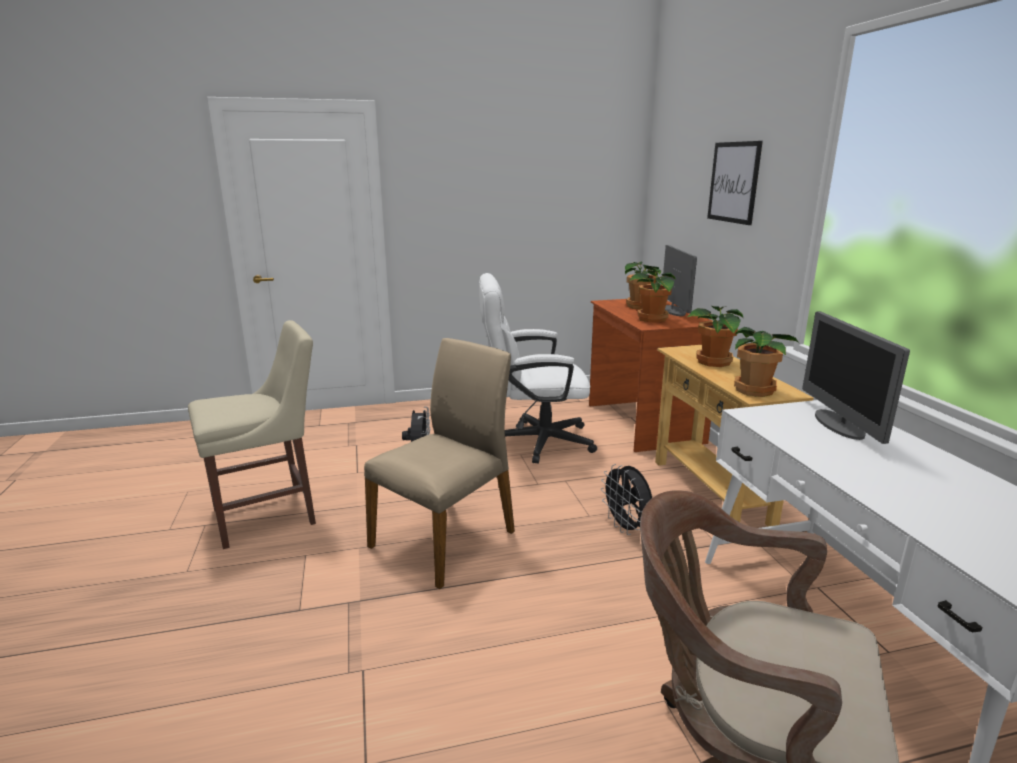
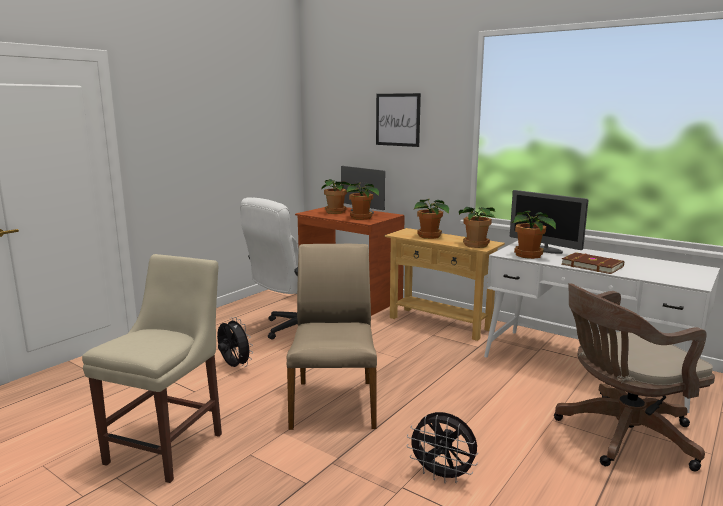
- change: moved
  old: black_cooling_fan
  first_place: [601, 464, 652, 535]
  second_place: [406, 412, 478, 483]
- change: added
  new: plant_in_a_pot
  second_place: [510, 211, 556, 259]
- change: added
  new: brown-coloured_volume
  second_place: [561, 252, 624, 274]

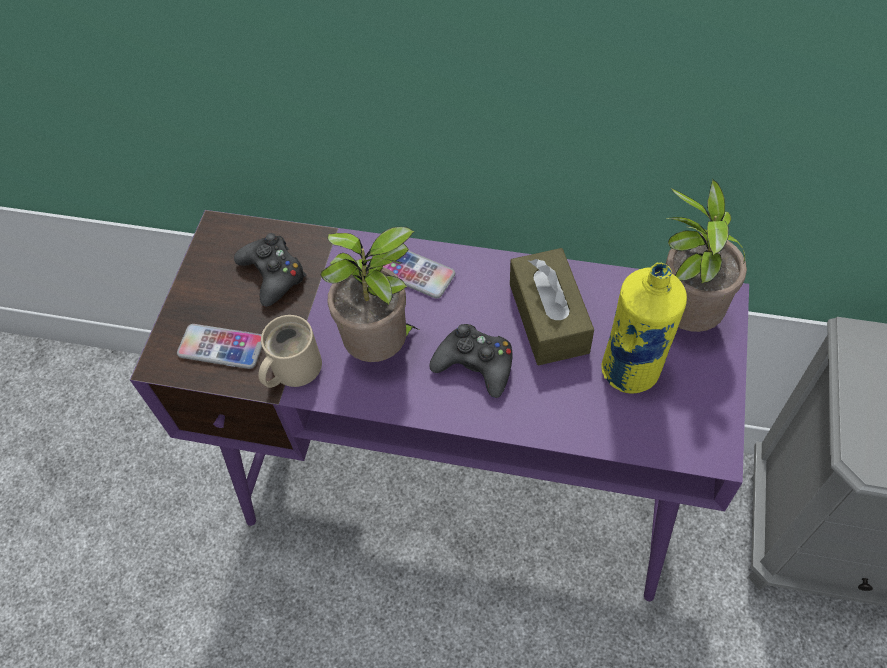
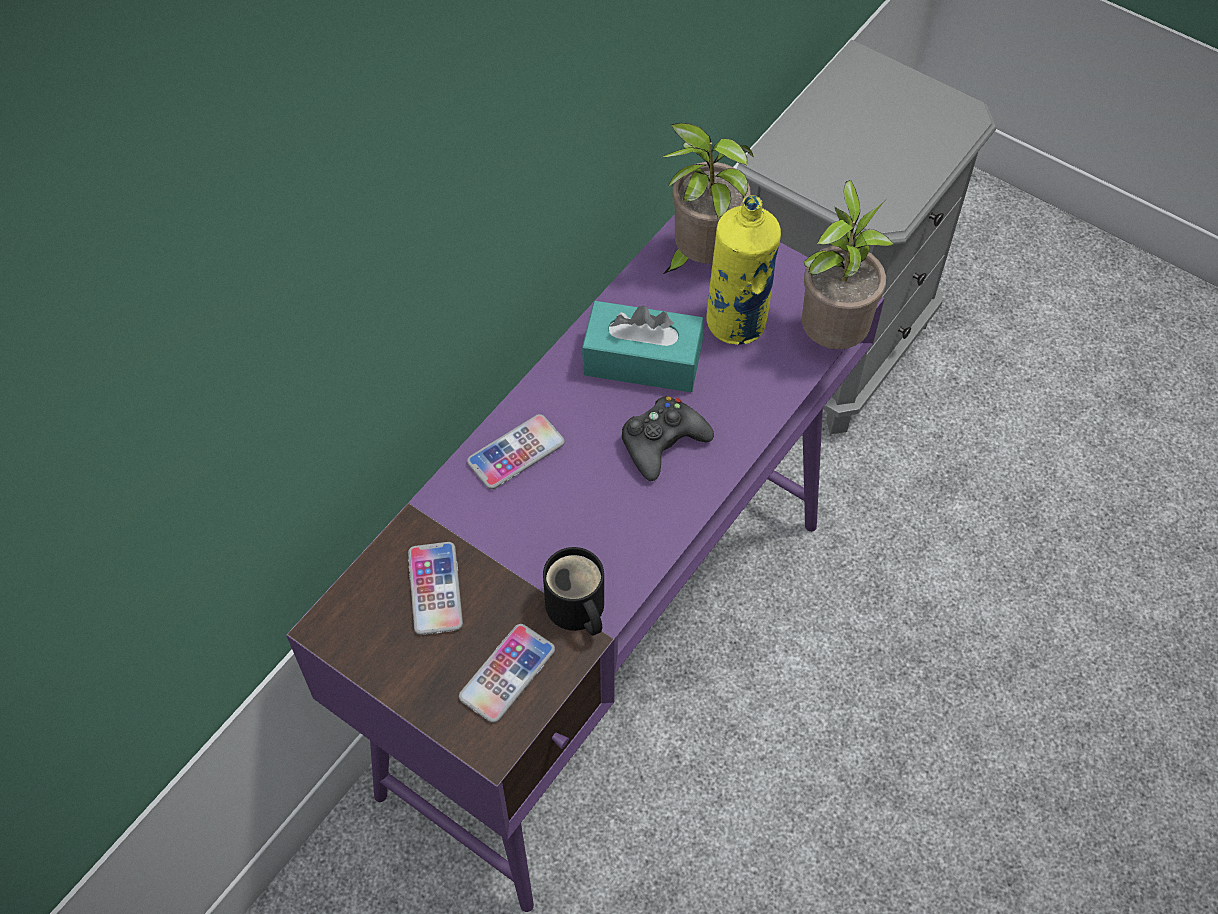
- change: replaced
  old: black_joypad
  new: phone
  first_place: [234, 233, 307, 307]
  second_place: [408, 542, 463, 635]
- change: recoloured
  old: sand-coloured_coffee_mug
  new: black_coffee_mug
  first_place: [259, 315, 322, 388]
  second_place: [543, 547, 604, 636]
- change: recoloured
  old: brown-coloured_tissue_holder
  new: turquoise-coloured_tissue_holder
  first_place: [510, 248, 594, 365]
  second_place: [582, 301, 704, 392]
- change: moved
  old: plant_in_a_pot
  first_place: [320, 227, 419, 362]
  second_place: [802, 180, 894, 349]

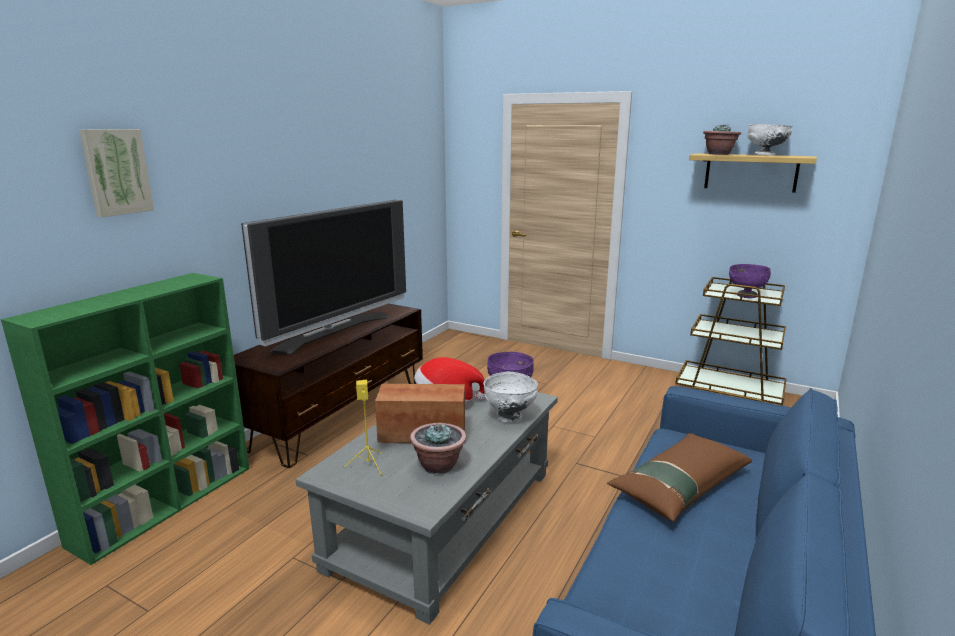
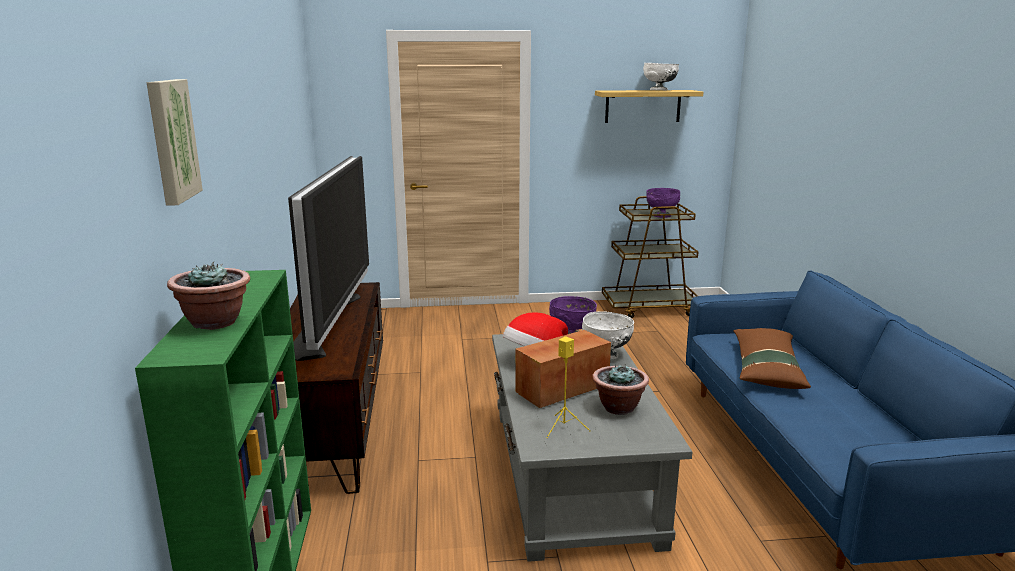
- change: moved
  old: plant_in_a_pot
  first_place: [703, 124, 741, 155]
  second_place: [167, 261, 250, 330]

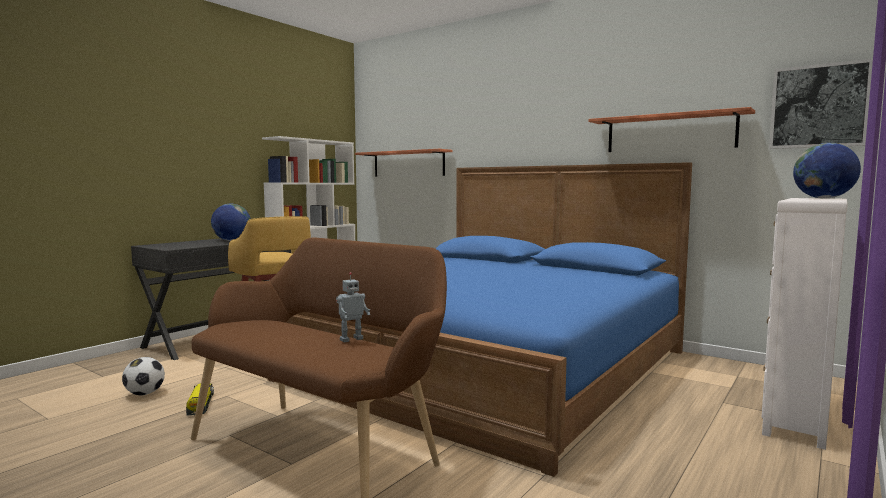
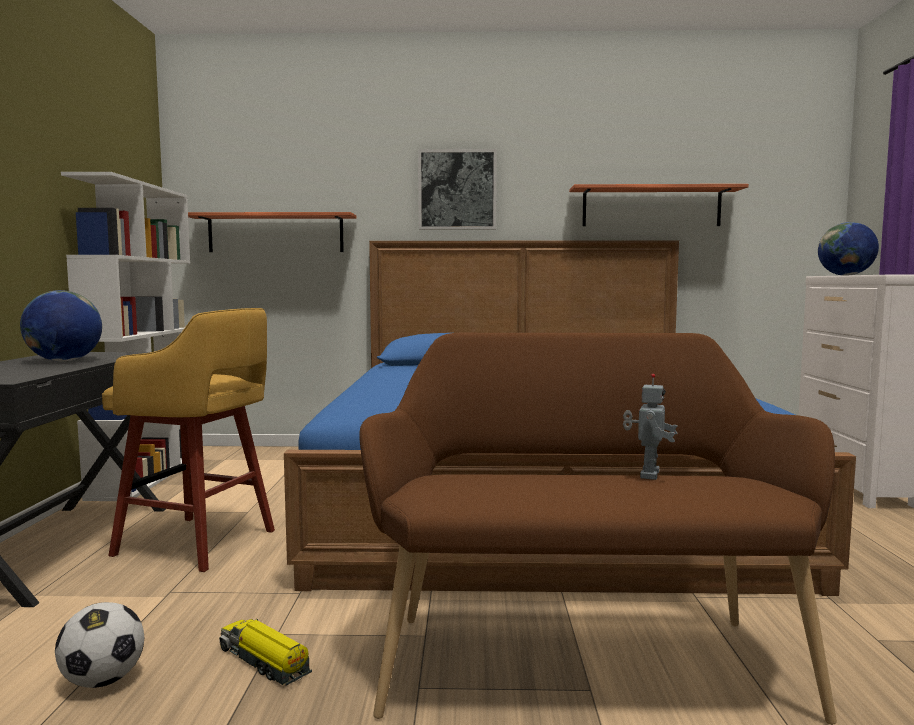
- change: moved
  old: wall_picture
  first_place: [769, 59, 873, 149]
  second_place: [418, 149, 497, 230]

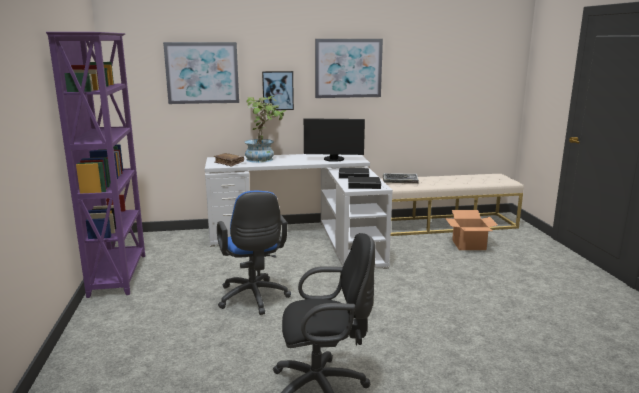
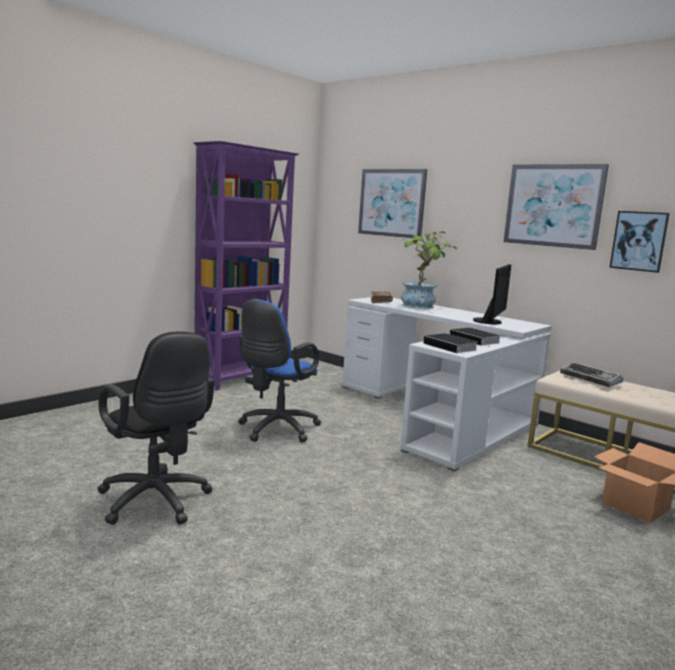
- change: turned
  old: computer_screen
  first_place: [304, 118, 365, 162]
  second_place: [473, 264, 511, 325]
  degrees: -120
- change: moved
  old: wall_picture
  first_place: [262, 71, 294, 110]
  second_place: [609, 211, 670, 273]

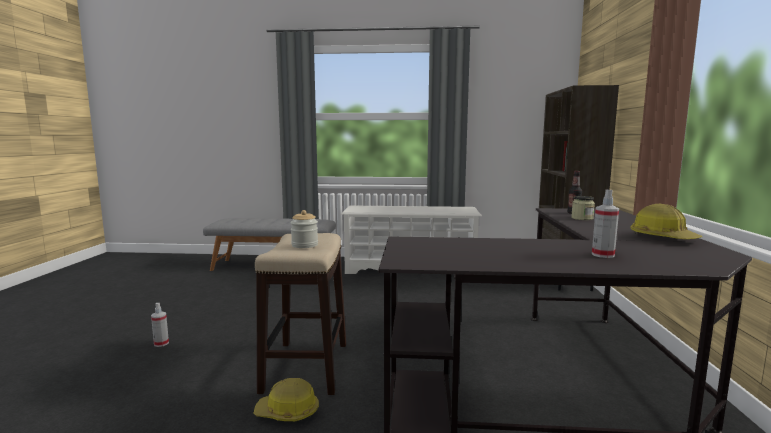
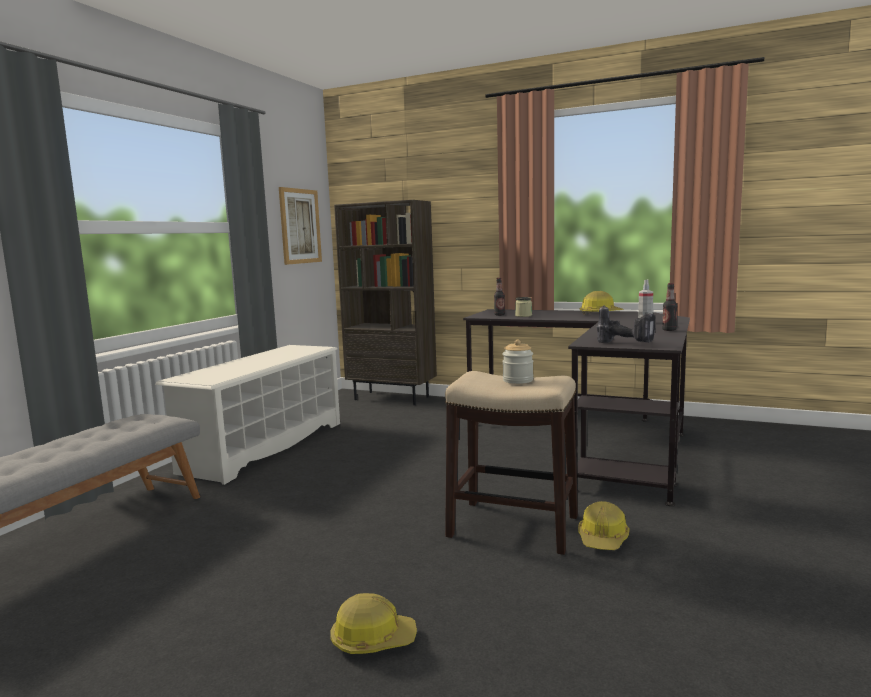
- change: added
  new: wall_picture
  second_place: [279, 187, 322, 265]
- change: replaced
  old: hand_sprayer
  new: hard_hat
  first_place: [151, 303, 169, 347]
  second_place: [330, 593, 417, 654]
- change: added
  new: electric_drill
  second_place: [597, 305, 656, 343]
- change: added
  new: bottle
  second_place: [662, 283, 677, 331]

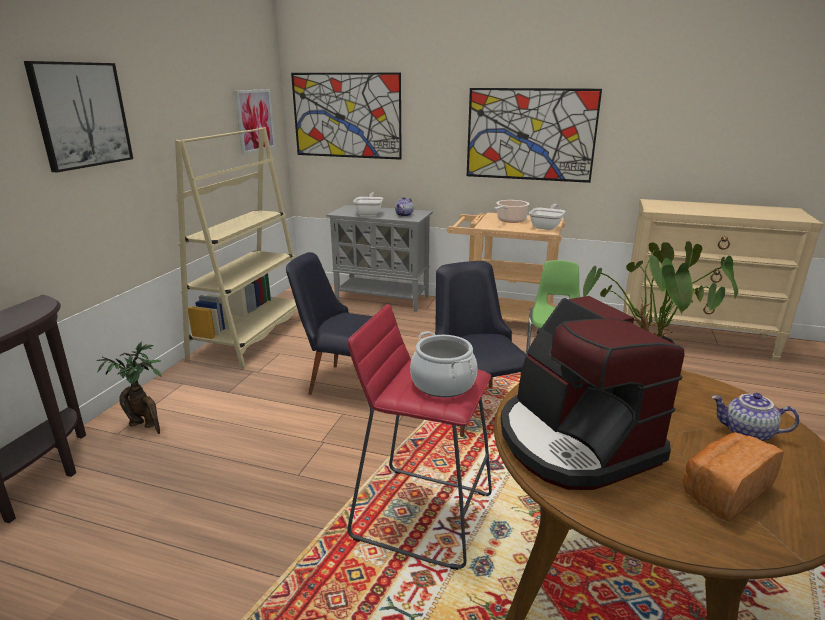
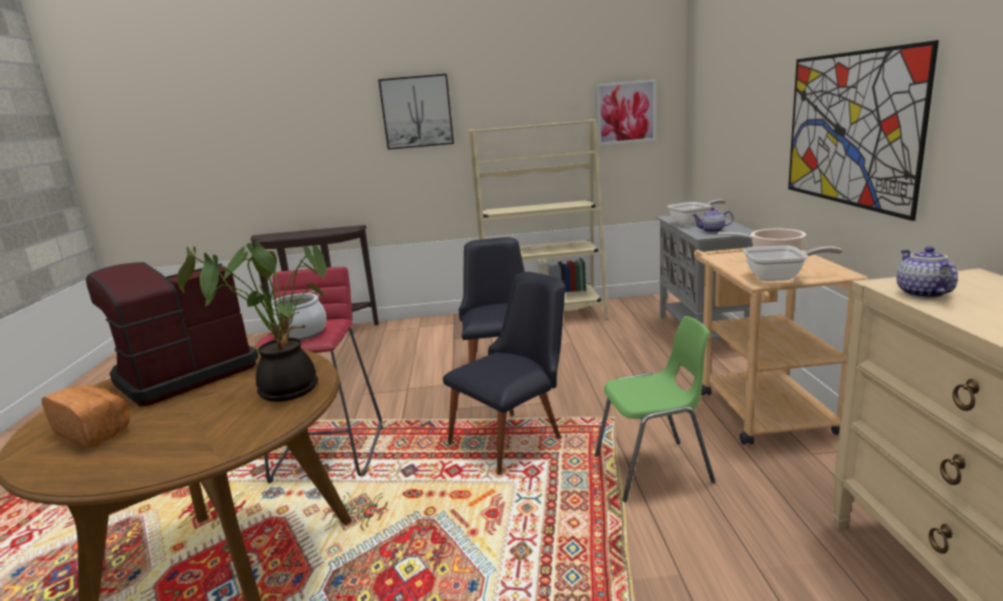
- change: moved
  old: teapot
  first_place: [711, 393, 799, 441]
  second_place: [896, 247, 958, 298]
- change: removed
  old: plant_in_a_pot
  first_place: [96, 341, 161, 434]
- change: removed
  old: wall_picture
  first_place: [291, 73, 402, 160]

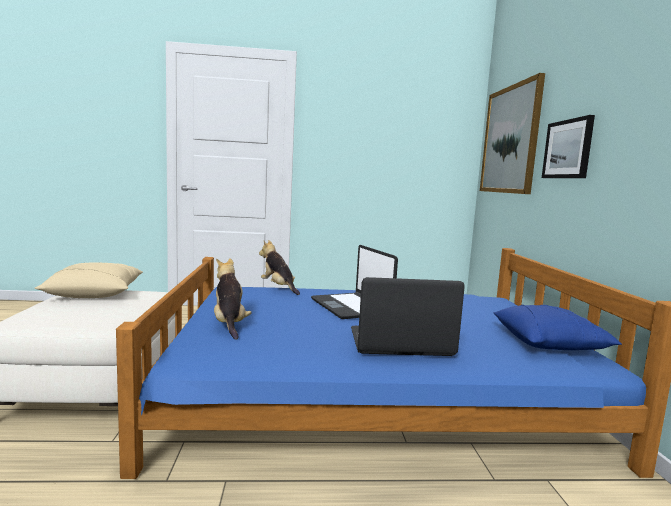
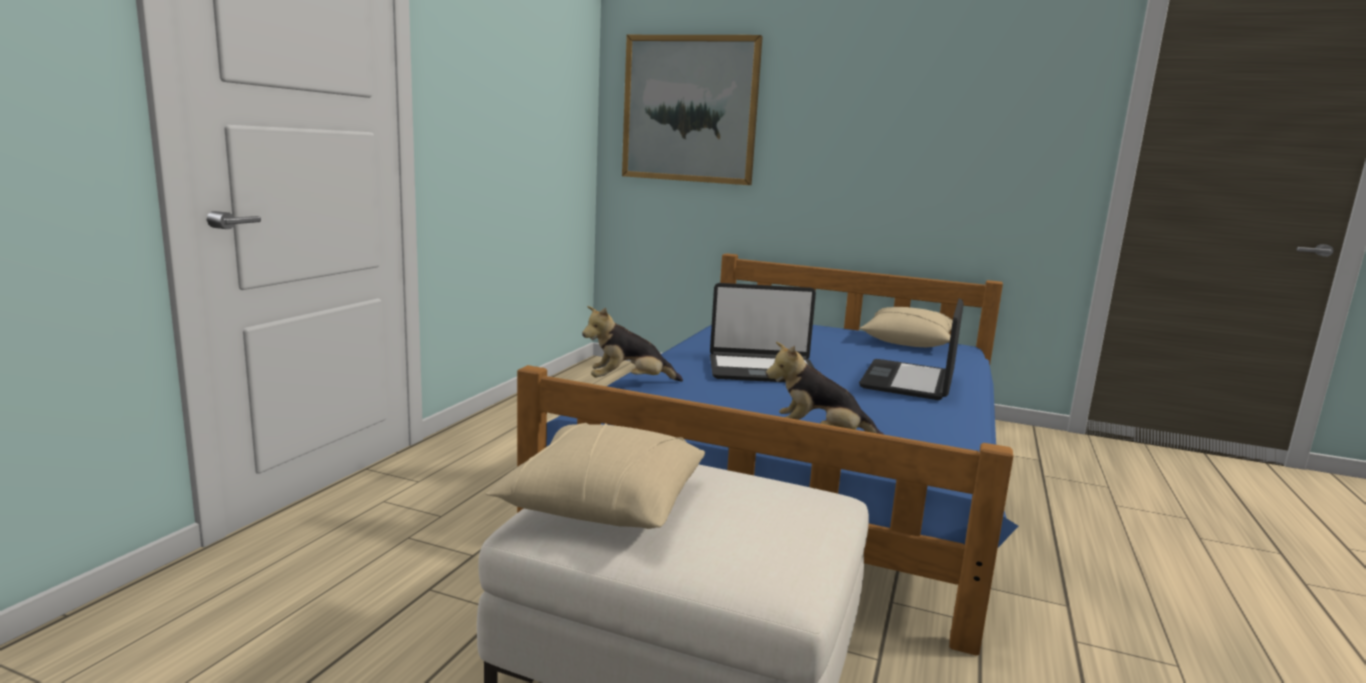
- change: recoloured
  old: bluish_pillow
  new: sand-coloured_pillow
  first_place: [494, 305, 622, 350]
  second_place: [860, 307, 953, 347]
- change: removed
  old: wall_picture
  first_place: [542, 115, 595, 178]

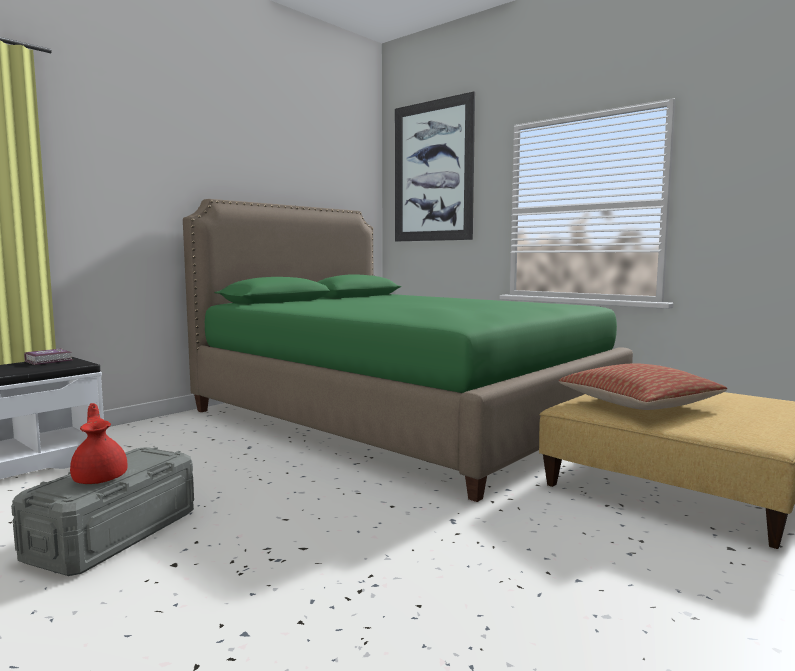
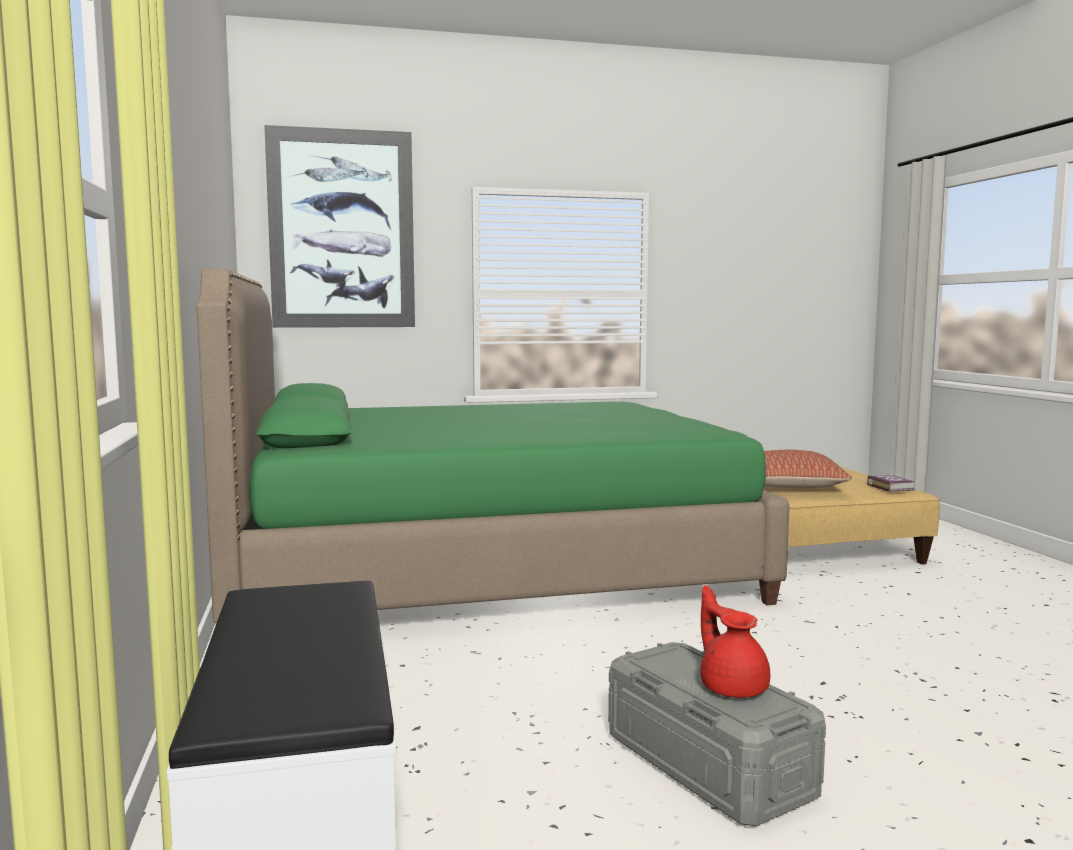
- change: turned
  old: red_teapot
  first_place: [70, 403, 128, 484]
  second_place: [700, 586, 770, 698]
  degrees: 60
- change: moved
  old: volume
  first_place: [24, 348, 73, 365]
  second_place: [867, 475, 915, 492]

